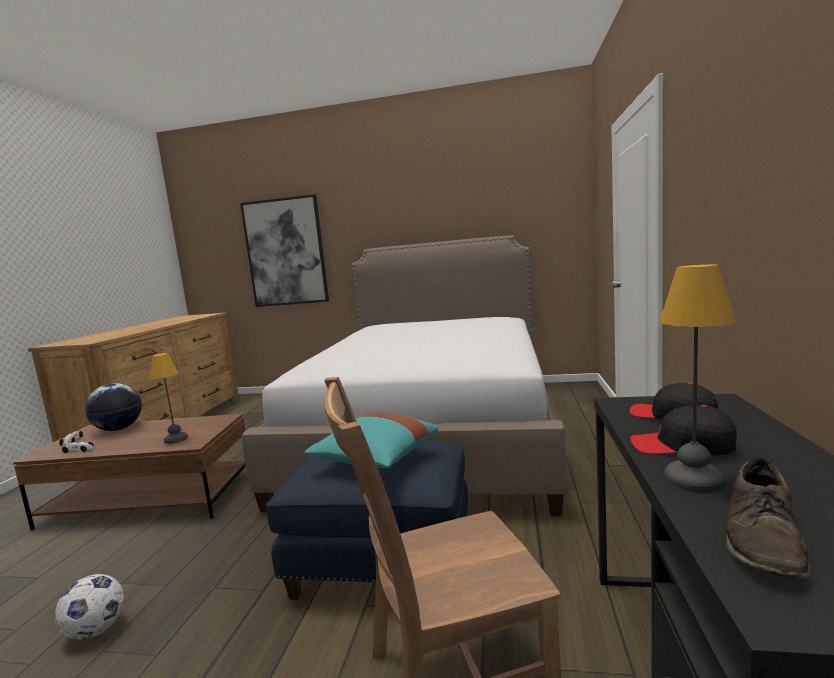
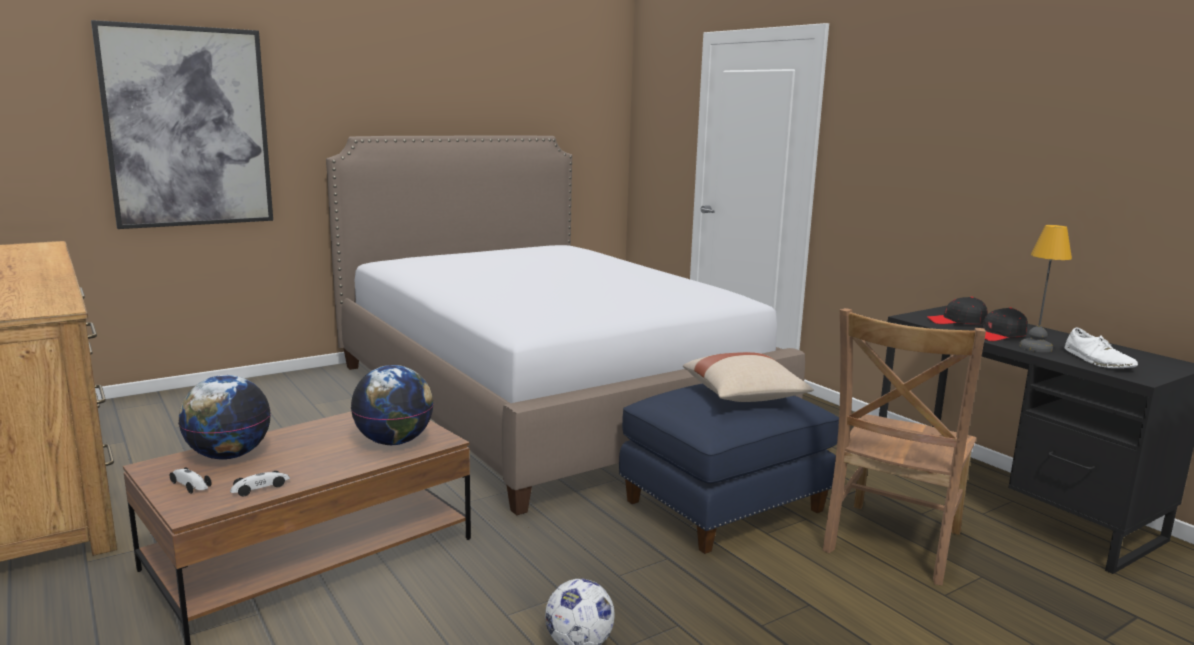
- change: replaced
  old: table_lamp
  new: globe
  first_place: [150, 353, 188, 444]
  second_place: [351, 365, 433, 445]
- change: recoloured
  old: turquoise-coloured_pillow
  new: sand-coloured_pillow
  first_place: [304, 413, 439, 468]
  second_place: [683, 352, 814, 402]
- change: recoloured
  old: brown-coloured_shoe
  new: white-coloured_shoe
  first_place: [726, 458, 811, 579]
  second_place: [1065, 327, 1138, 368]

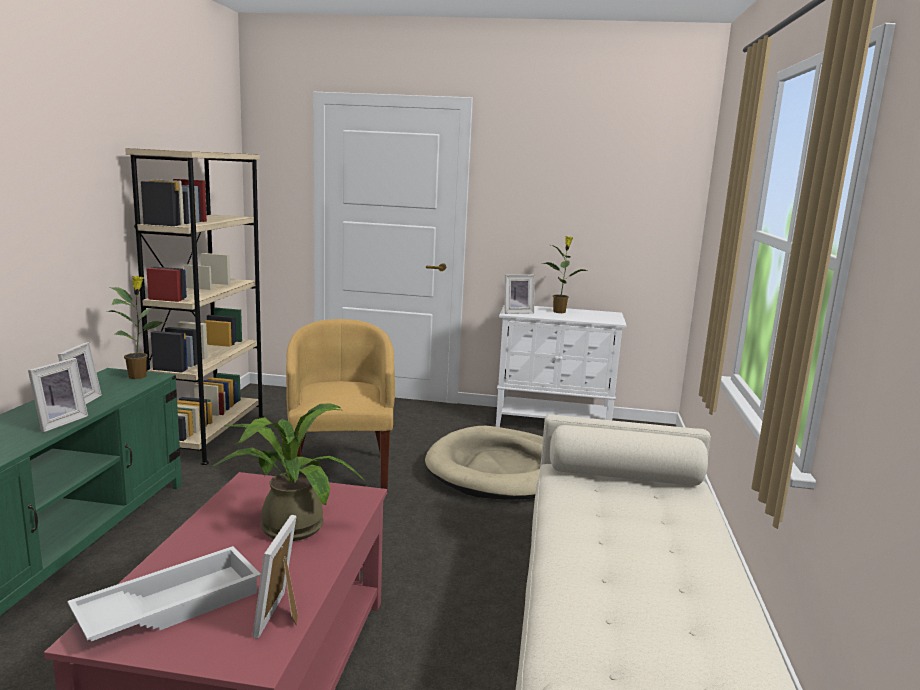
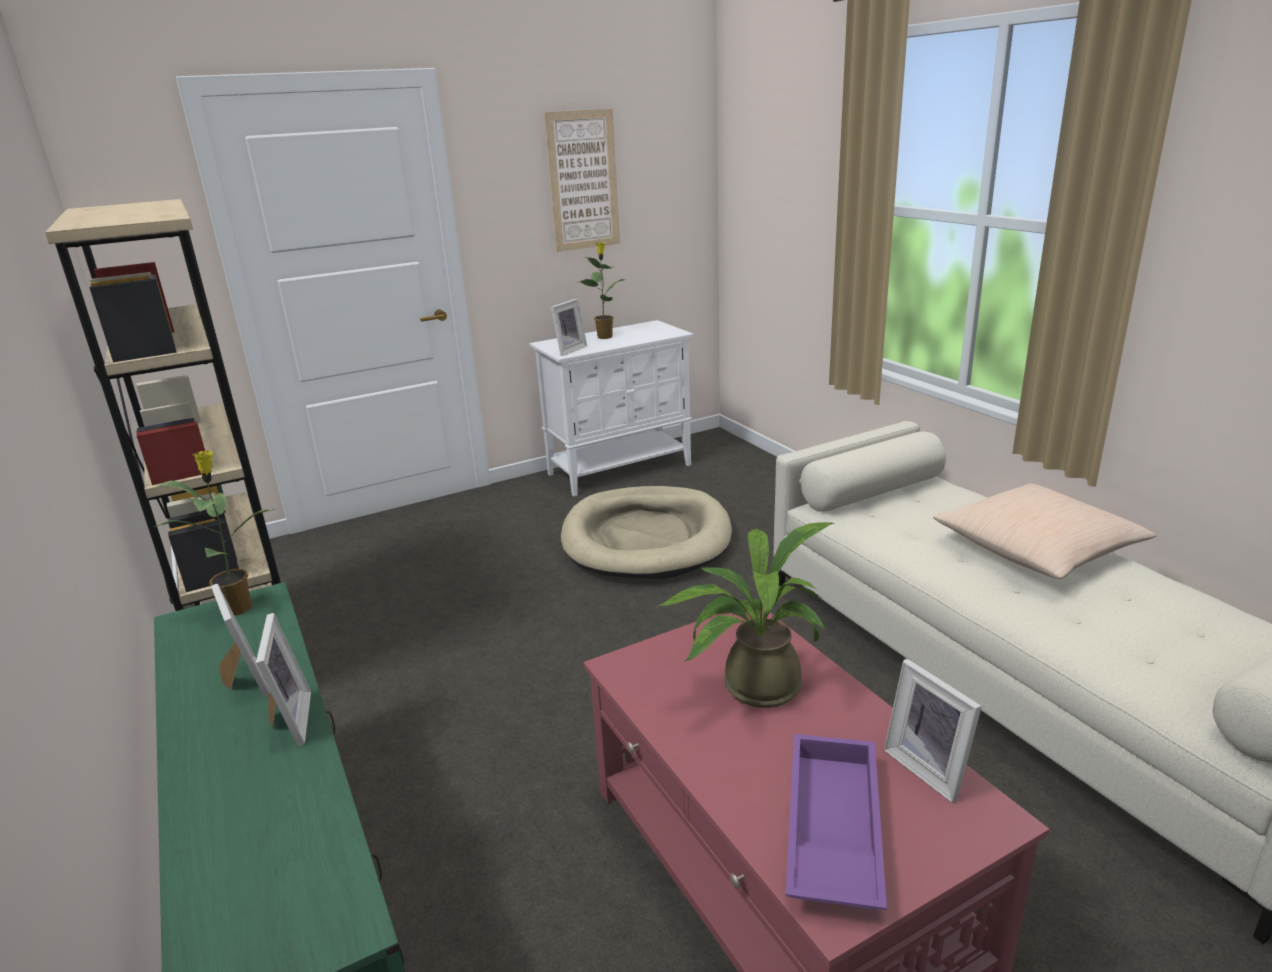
- change: added
  new: wall_picture
  second_place: [544, 108, 620, 252]
- change: recoloured
  old: white-coloured_tray
  new: purple_tray
  first_place: [67, 546, 261, 641]
  second_place: [786, 734, 887, 910]
- change: added
  new: sand-coloured_pillow
  second_place: [933, 484, 1156, 579]
- change: removed
  old: yellowish_lounge_chair
  first_place: [286, 319, 395, 490]

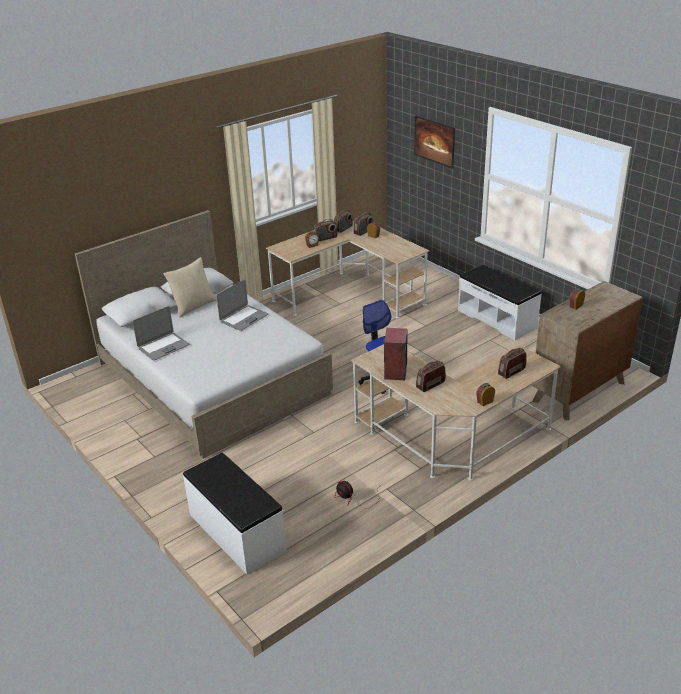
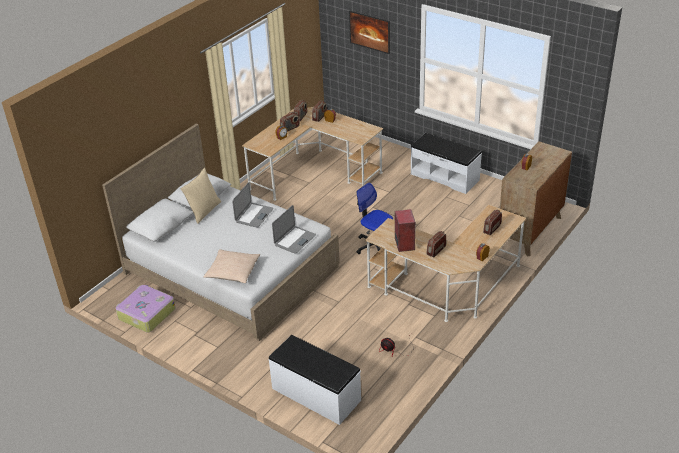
- change: added
  new: travel_case
  second_place: [116, 284, 176, 333]
- change: added
  new: sand-coloured_pillow
  second_place: [204, 249, 260, 283]
- change: moved
  old: portable_computer
  first_place: [132, 306, 189, 360]
  second_place: [272, 205, 316, 254]

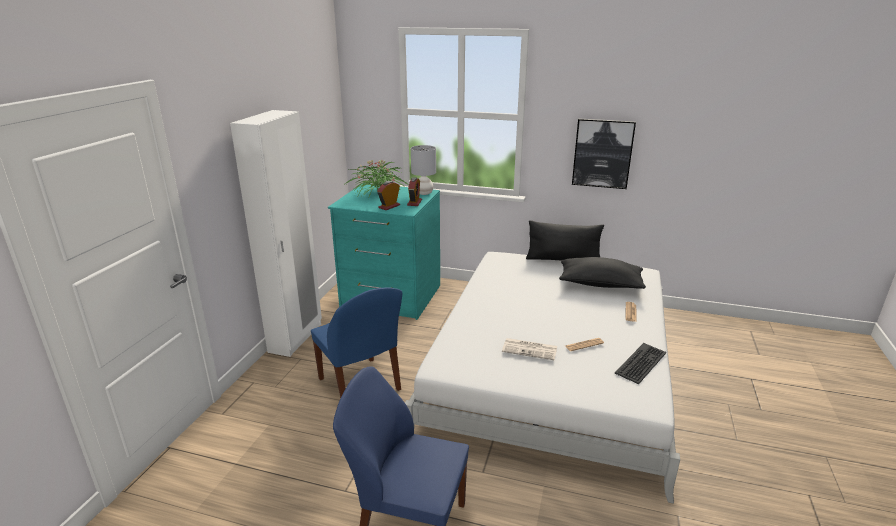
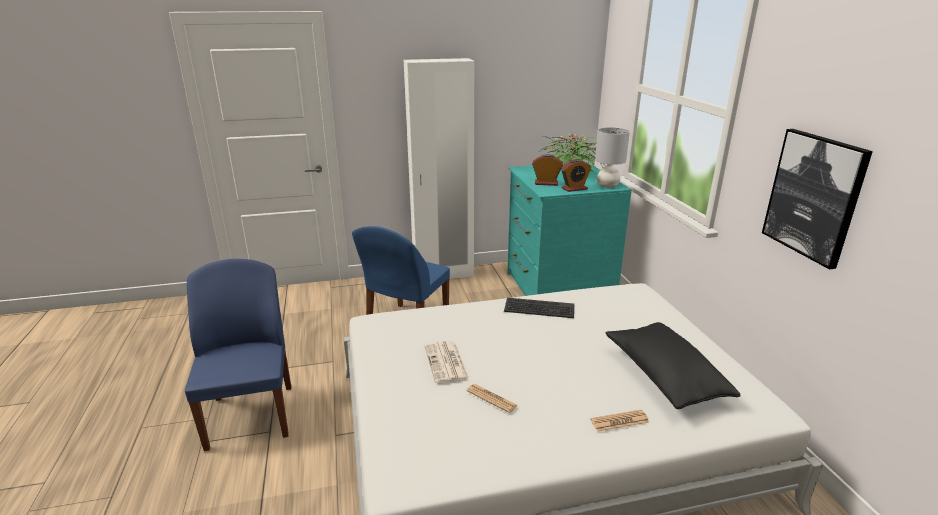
- change: moved
  old: PC_keyboard
  first_place: [615, 343, 666, 384]
  second_place: [504, 298, 574, 318]
- change: removed
  old: black_pillow
  first_place: [526, 220, 604, 260]

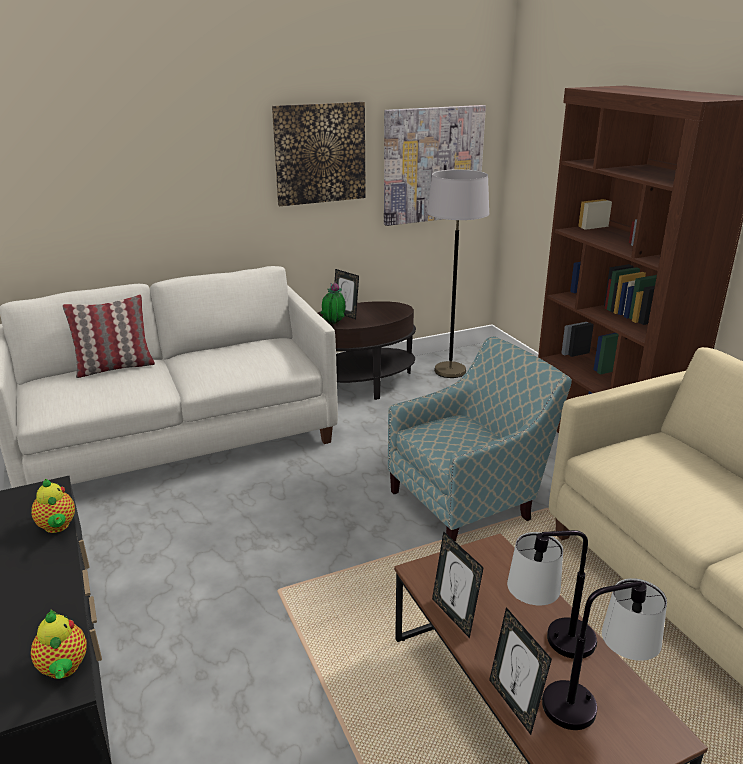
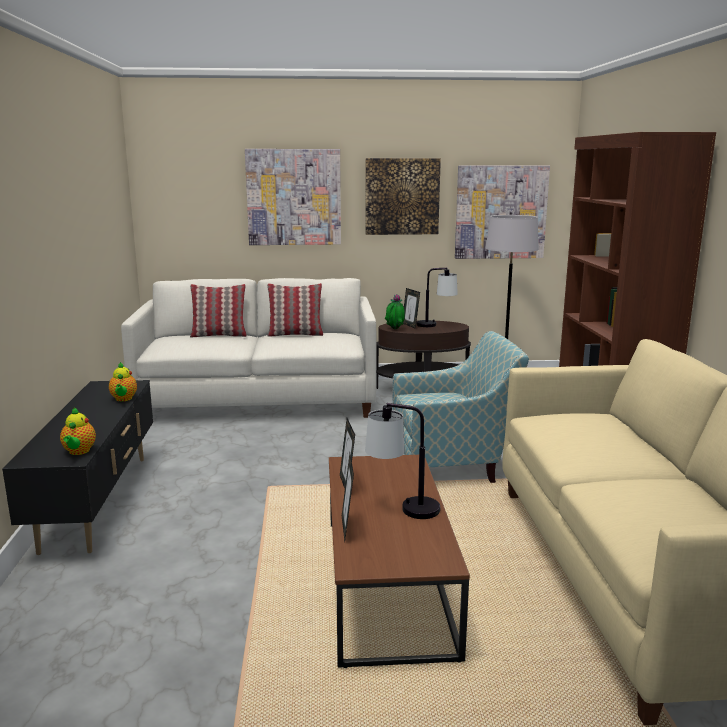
- change: added
  new: wall_picture
  second_place: [245, 149, 341, 245]
- change: added
  new: pillow
  second_place: [267, 283, 323, 337]
- change: moved
  old: table_lamp
  first_place: [542, 578, 667, 730]
  second_place: [417, 268, 458, 327]

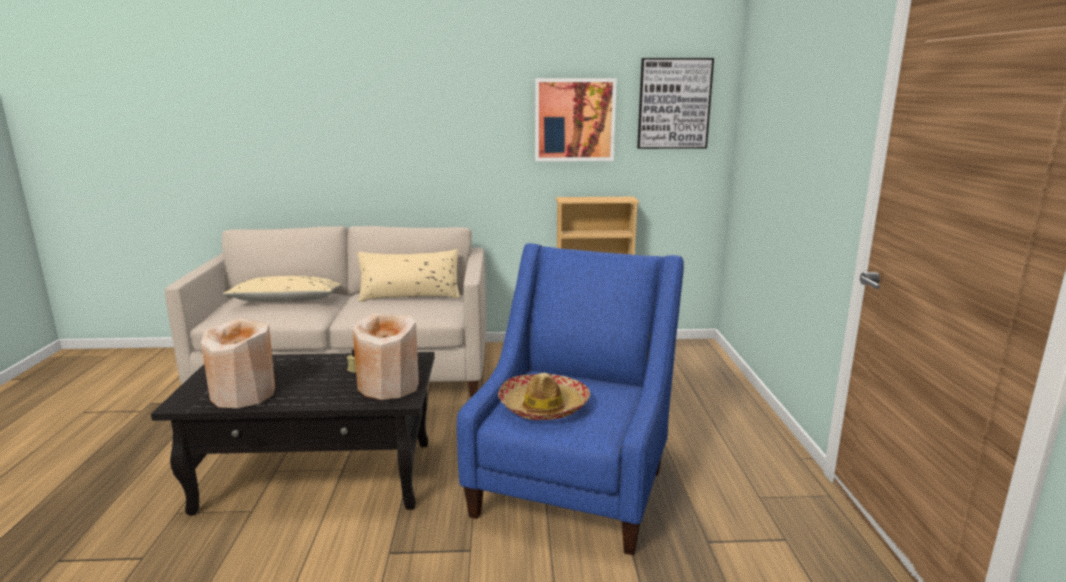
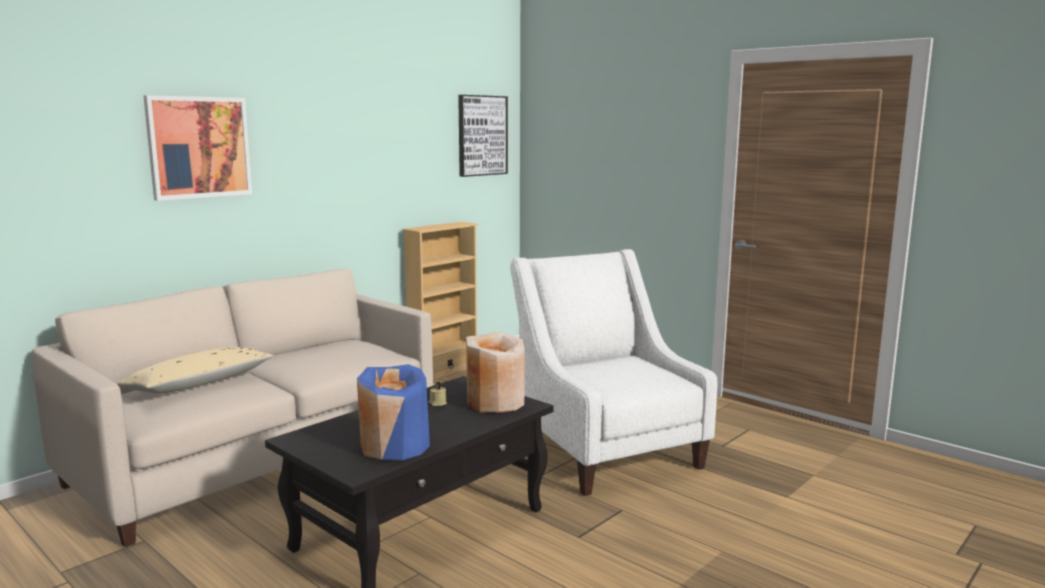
- change: moved
  old: wall_picture
  first_place: [535, 78, 617, 161]
  second_place: [143, 95, 252, 201]
- change: recoloured
  old: sand-coloured_vase
  new: bluish_vase
  first_place: [201, 318, 275, 408]
  second_place: [357, 364, 430, 461]
- change: recoloured
  old: bluish_lounge_chair
  new: white-coloured_lounge_chair
  first_place: [457, 243, 684, 556]
  second_place: [510, 249, 717, 496]
- change: removed
  old: sand-coloured_pillow
  first_place: [358, 249, 460, 302]
- change: removed
  old: hat
  first_place: [498, 373, 590, 420]

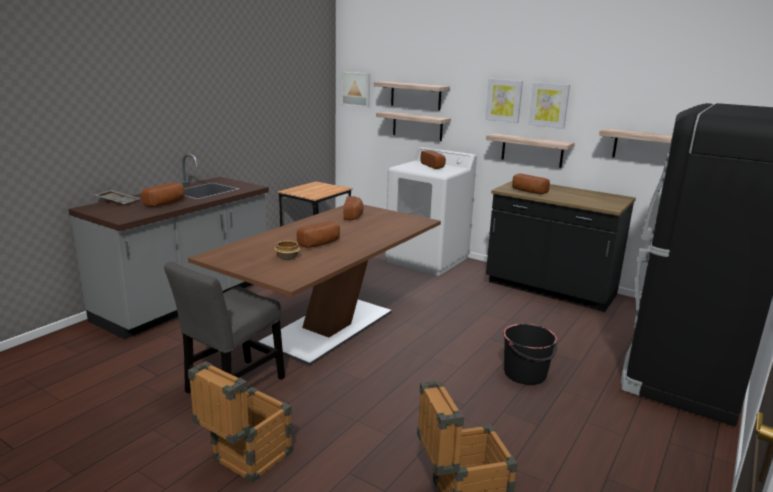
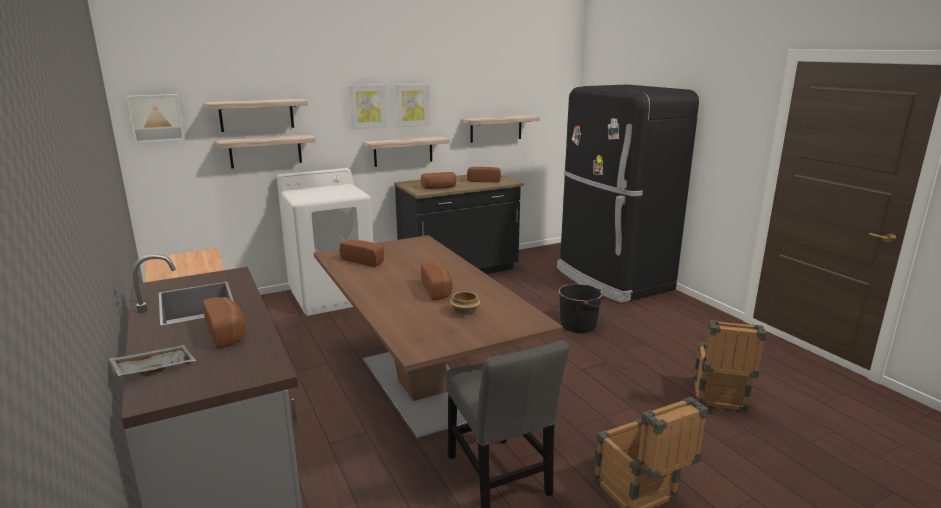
- change: moved
  old: bread
  first_place: [420, 150, 446, 169]
  second_place: [467, 167, 501, 182]

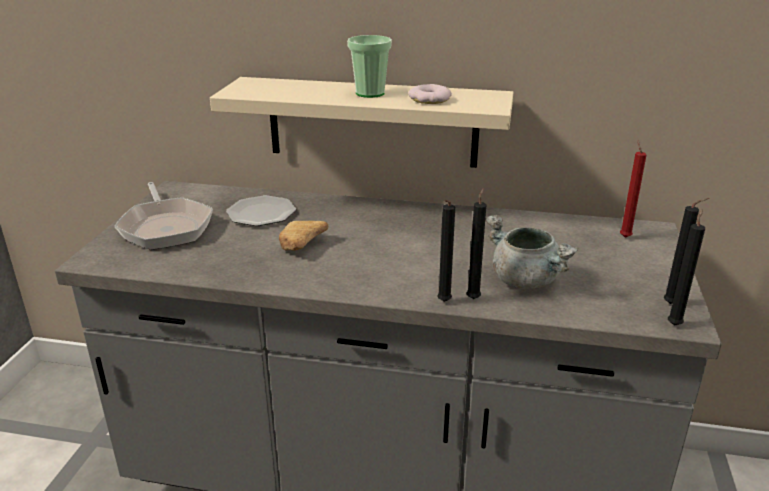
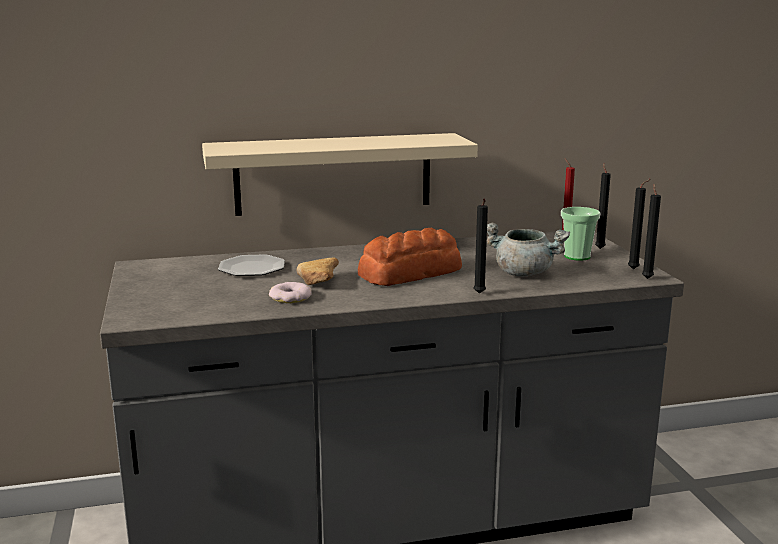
- change: moved
  old: doughnut
  first_place: [408, 84, 452, 104]
  second_place: [269, 282, 312, 303]
- change: added
  new: bread
  second_place: [358, 228, 462, 286]
- change: moved
  old: drinking_cup
  first_place: [347, 35, 392, 98]
  second_place: [561, 207, 600, 261]
- change: moved
  old: black_wax_light
  first_place: [467, 188, 486, 299]
  second_place: [595, 163, 611, 249]
- change: removed
  old: pan
  first_place: [114, 182, 213, 250]

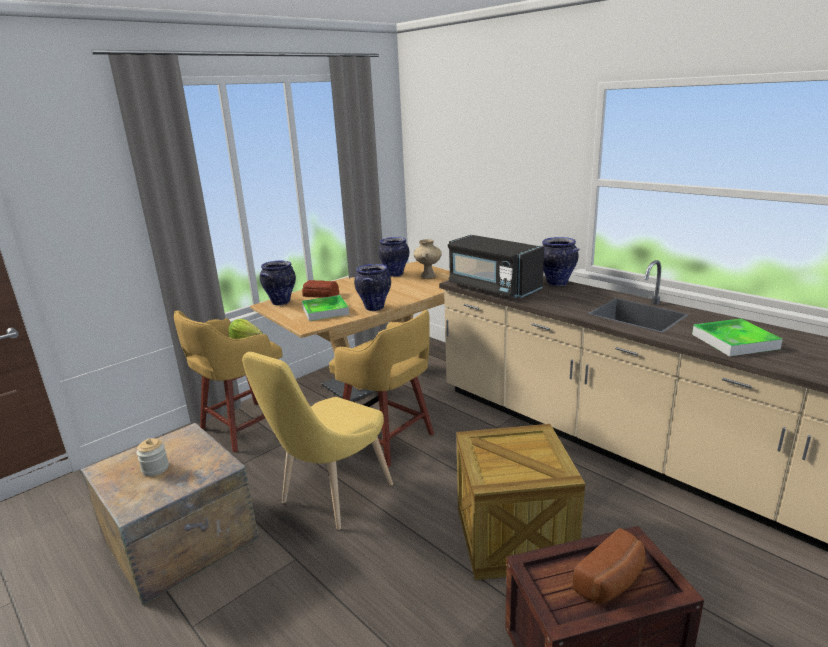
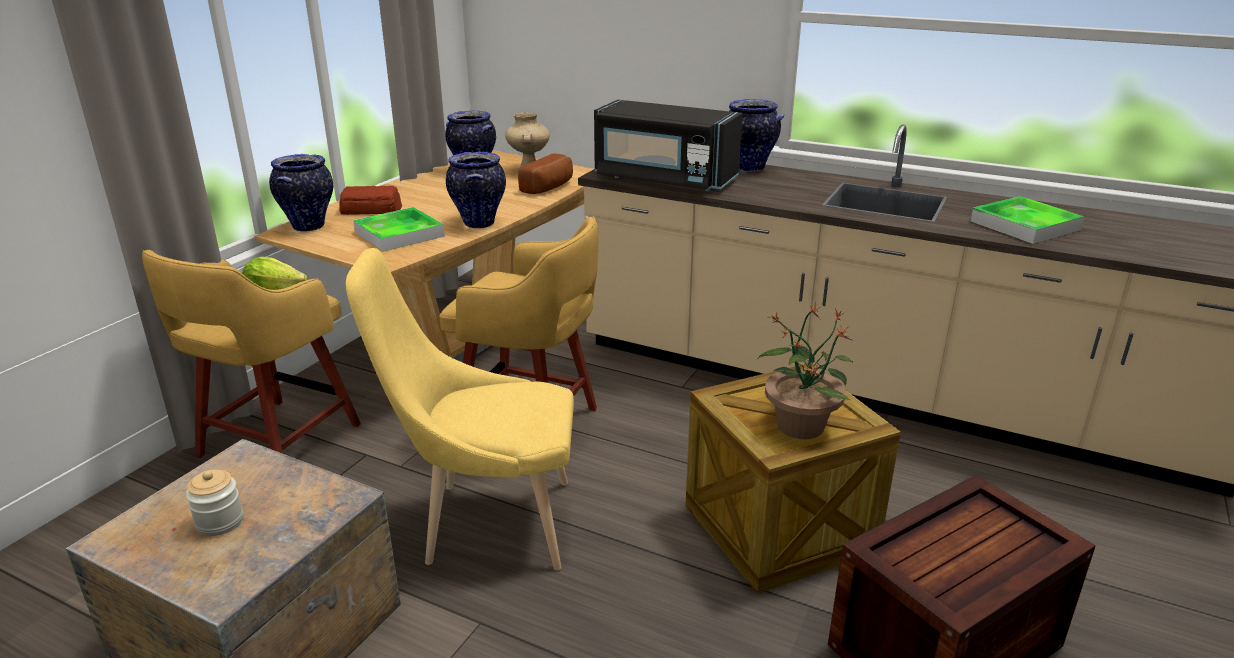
- change: turned
  old: yellowish_upright_chair
  first_place: [242, 352, 393, 530]
  second_place: [346, 248, 574, 570]
  degrees: 75
- change: moved
  old: bread
  first_place: [573, 528, 645, 604]
  second_place: [518, 153, 573, 194]
- change: added
  new: plant_in_a_pot
  second_place: [758, 303, 853, 439]

